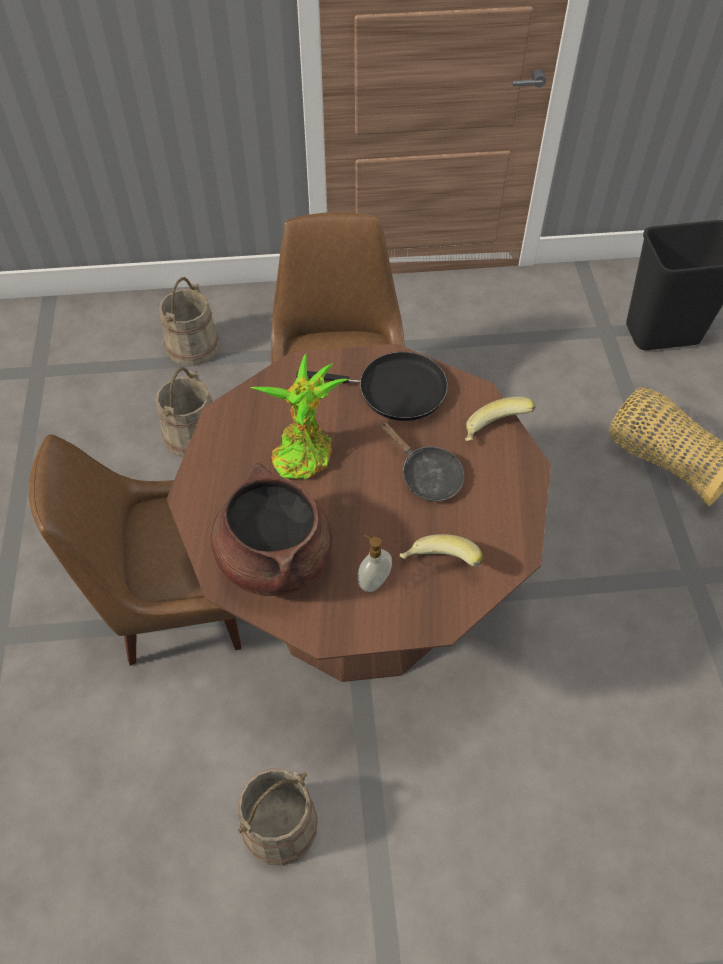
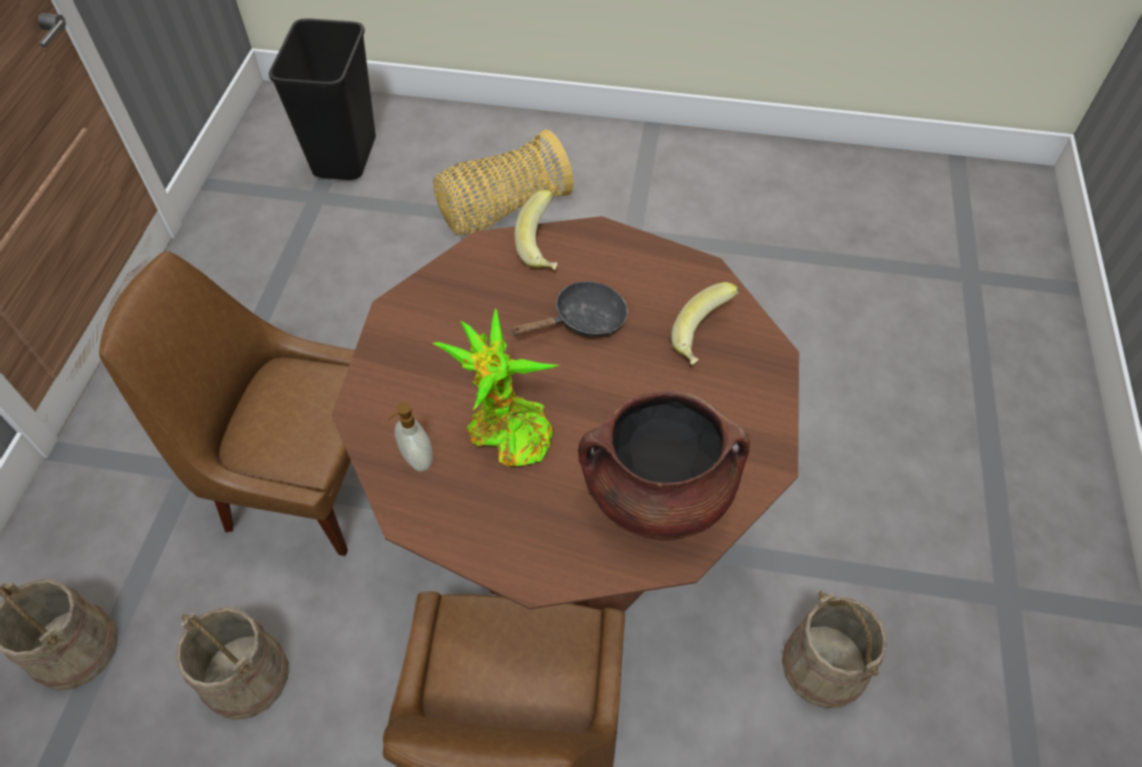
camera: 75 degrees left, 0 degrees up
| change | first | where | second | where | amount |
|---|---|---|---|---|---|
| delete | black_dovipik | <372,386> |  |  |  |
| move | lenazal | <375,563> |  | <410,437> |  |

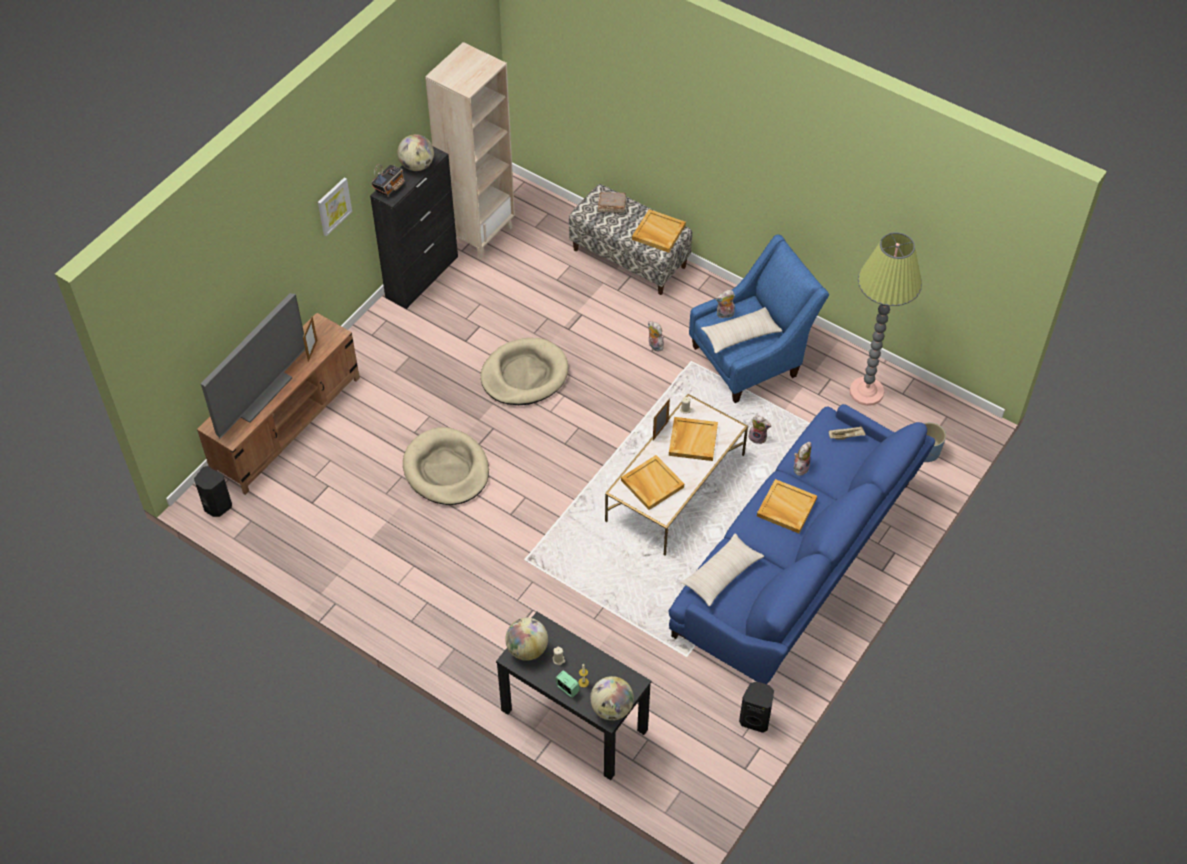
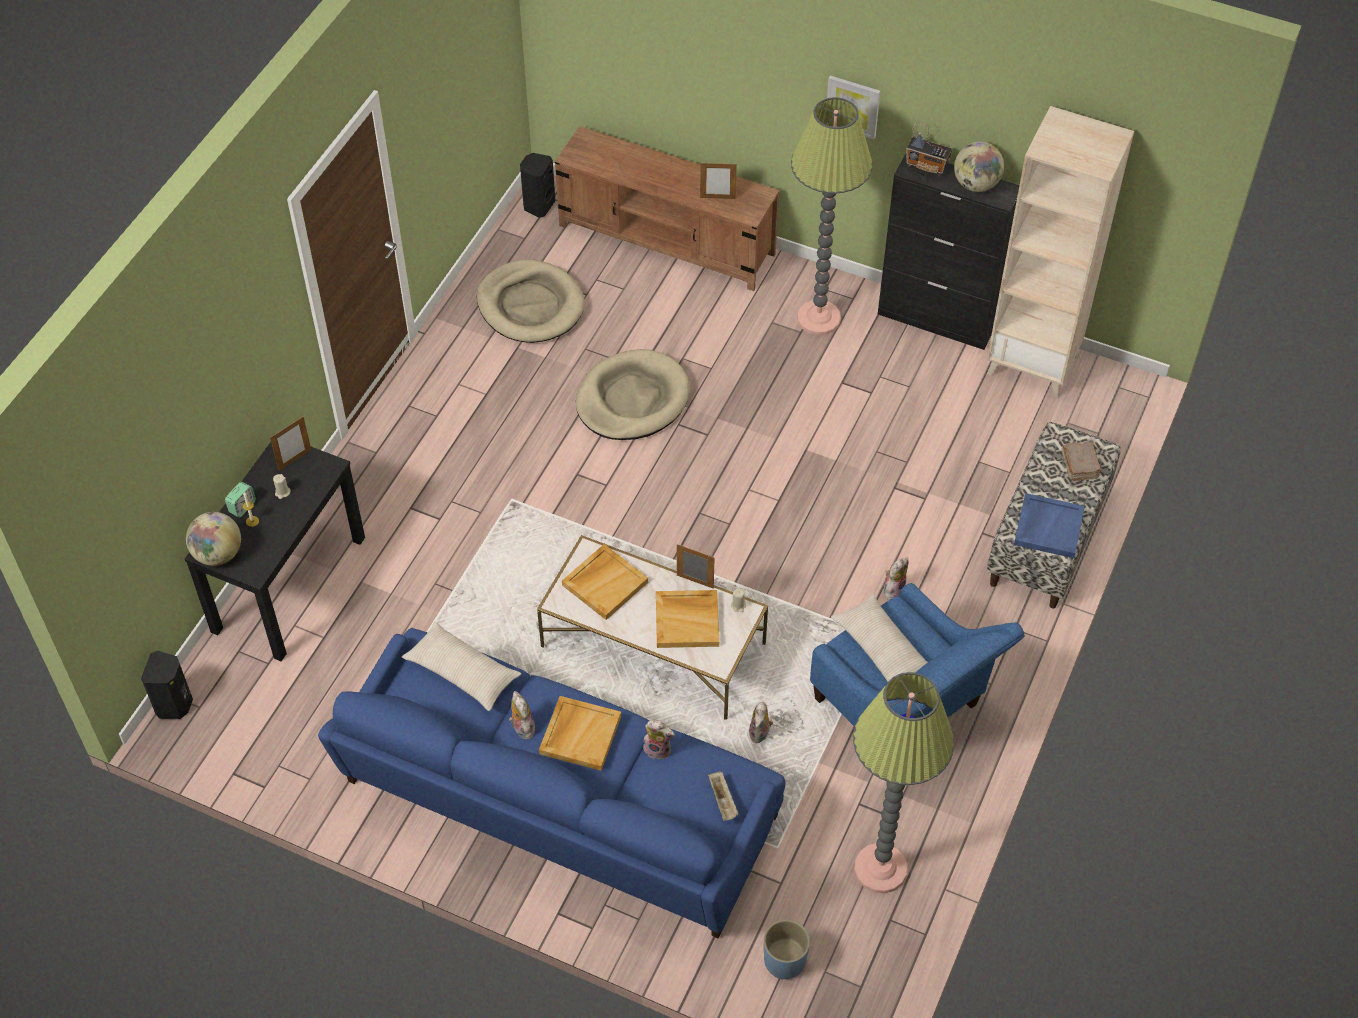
camera: 80 degrees right, 0 degrees up
| change | first | where | second | where | amount |
|---|---|---|---|---|---|
| recolor | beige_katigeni | <659,231> | blue_katigeni | <1049,525> |  |
| move | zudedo | <725,304> |  | <522,715> |  |
| delete | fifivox | <253,366> |  |  |  |
| move | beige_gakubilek | <525,371> |  | <531,301> |  |
| replace | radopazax | <526,639> | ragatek | <290,444> |  |
| move | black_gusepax | <756,707> |  | <167,685> |  |
| insert |  |  | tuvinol | <832,216> |  |

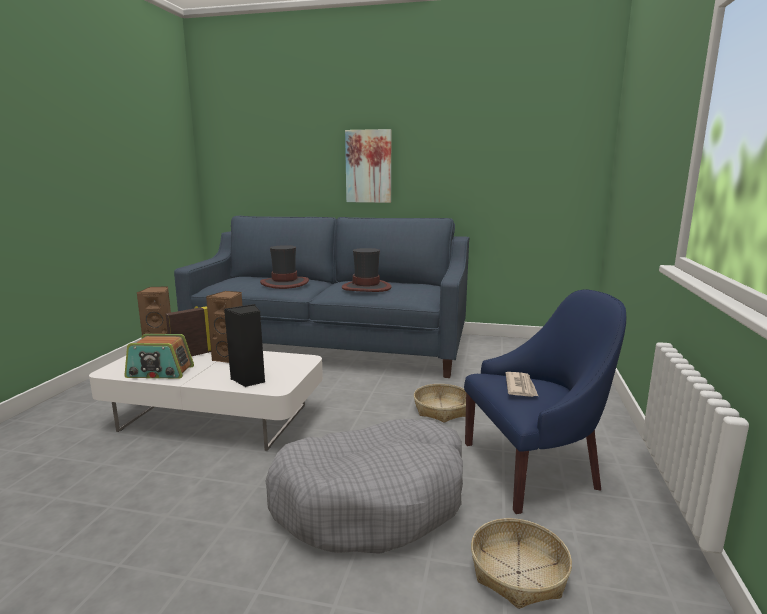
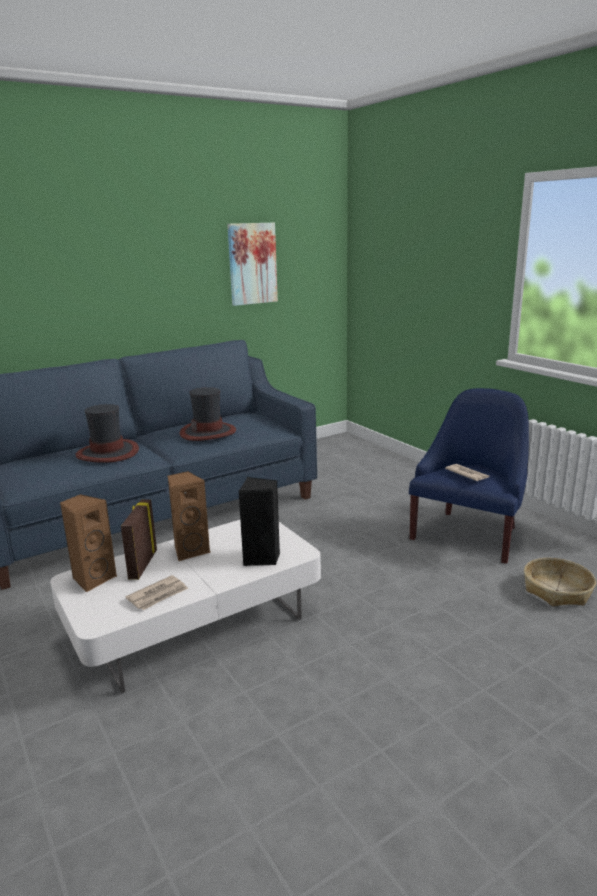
camera: 45 degrees left, 5 degrees up
| change | first | where | second | where | amount |
|---|---|---|---|---|---|
| move | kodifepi | <368,166> |  | <252,264> |  |
| replace | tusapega | <159,356> | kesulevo | <156,592> |  |
| delete | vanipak | <440,403> |  |  |  |
| delete | grey_gakubilek | <364,486> |  |  |  |

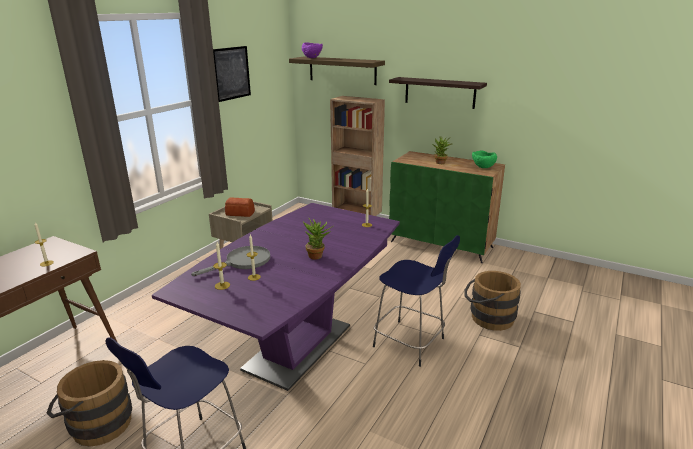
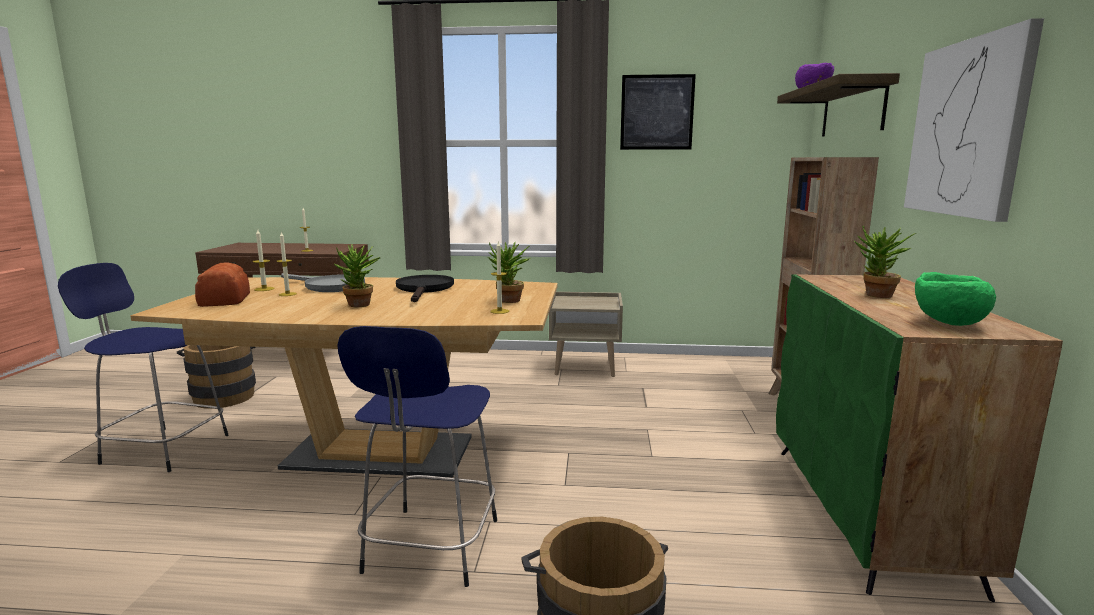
camera: 65 degrees right, 10 degrees down
| change | first | where | second | where | amount |
|---|---|---|---|---|---|
| replace | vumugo | <438,93> | kodifepi | <974,120> |  |
| move | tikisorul | <240,207> |  | <222,284> |  |
| recolor | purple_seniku | <276,297> | brown_seniku | <344,377> |  |
| insert |  |  | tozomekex | <509,272> |  |
| insert |  |  | black_dovipik | <425,288> |  |

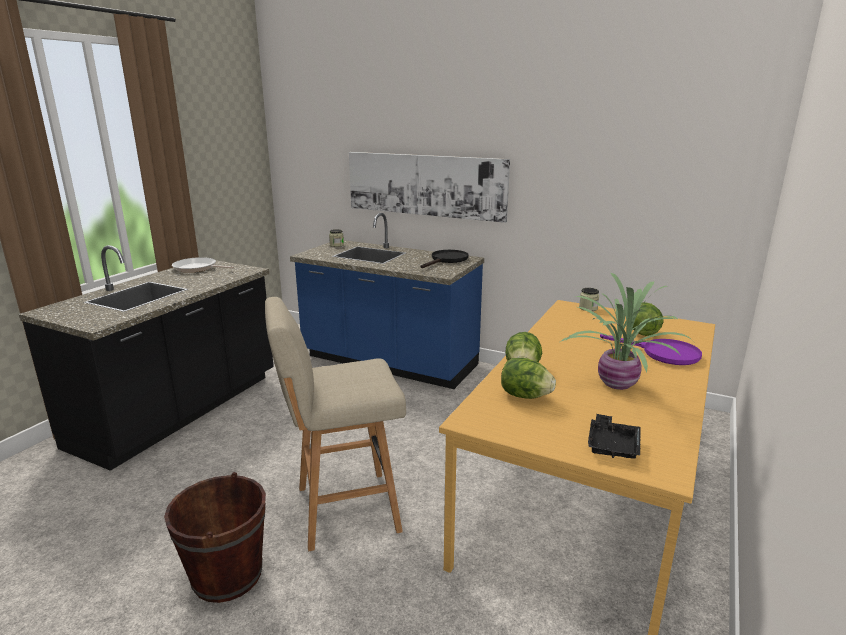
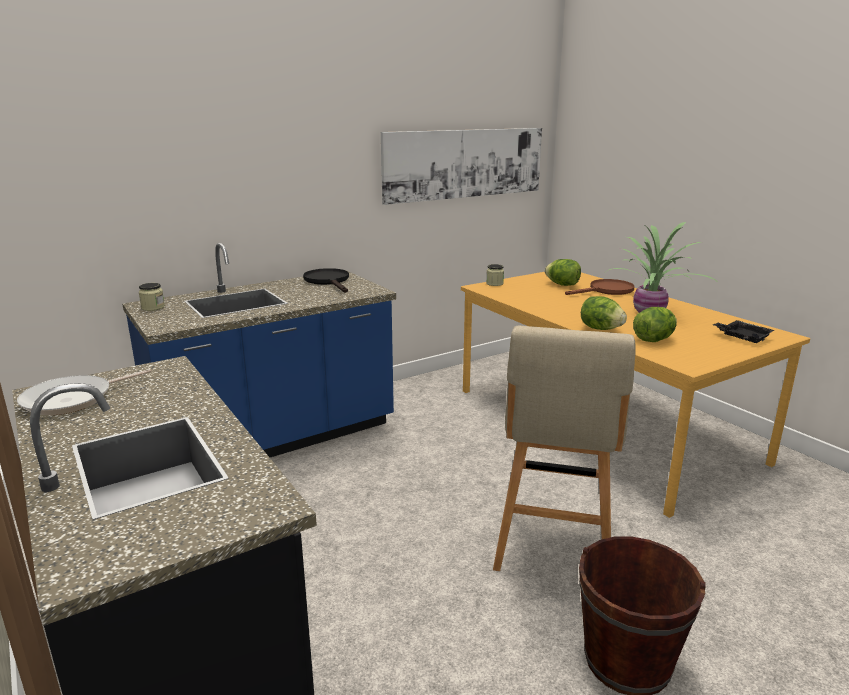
camera: 60 degrees left, 0 degrees up
| change | first | where | second | where | amount |
|---|---|---|---|---|---|
| move | kodifepi | <429,187> |  | <461,166> |  |
| recolor | purple_dovipik | <651,349> | brown_dovipik | <600,287> |  |

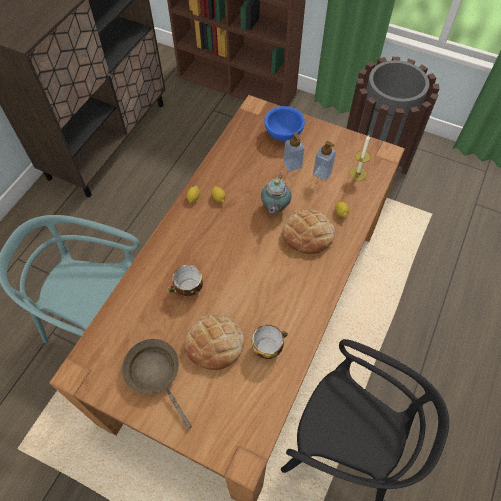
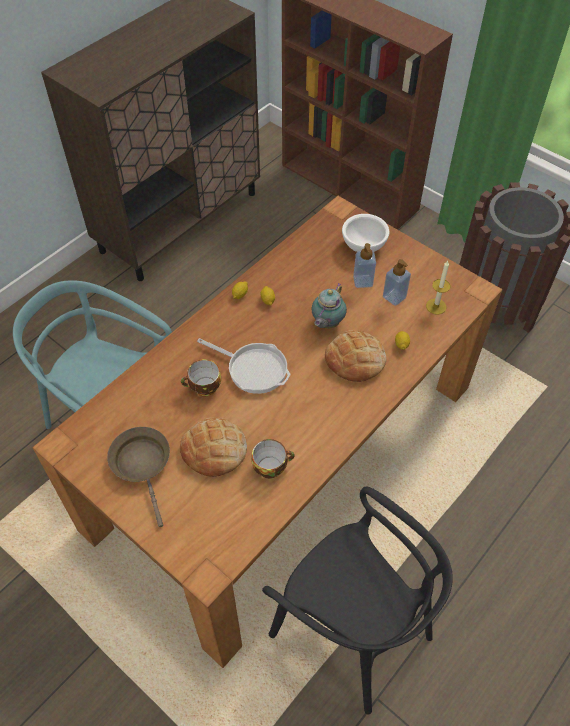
camera: 15 degrees right, 5 degrees down
| change | first | where | second | where | amount |
|---|---|---|---|---|---|
| recolor | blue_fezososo | <284,123> | white_fezososo | <365,233> |  |
| insert |  |  | dovipik | <244,366> |  |

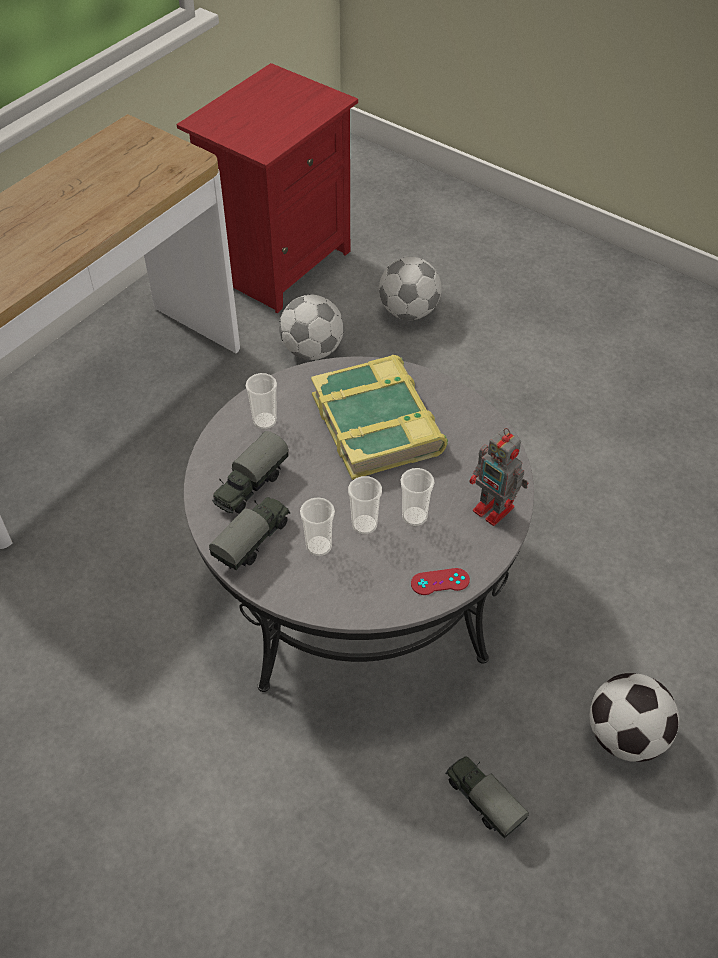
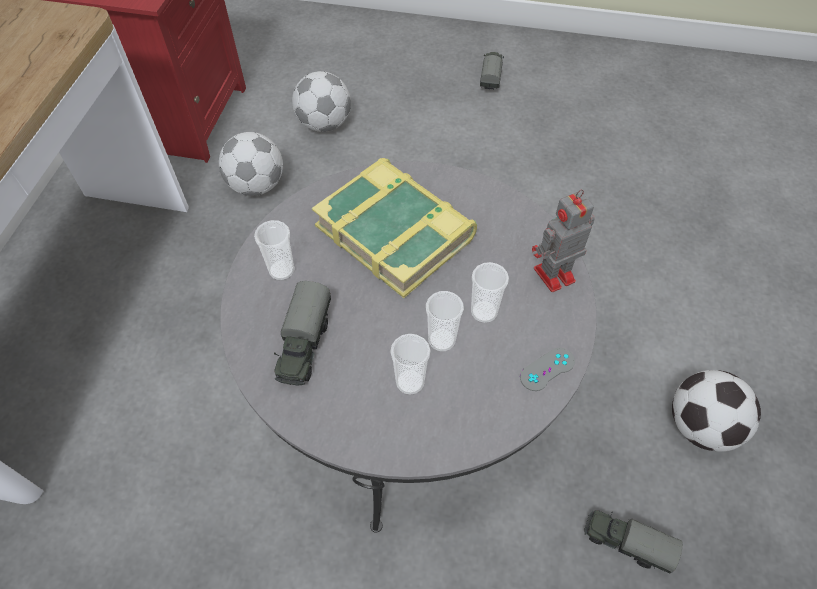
camera: 25 degrees left, 5 degrees up
| change | first | where | second | where | amount |
|---|---|---|---|---|---|
| rotate | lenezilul | <499,477> |  | <563,241> | 135 degrees clockwise |
| move | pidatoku | <249,533> |  | <492,71> |  |
| recolor | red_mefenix | <440,581> | grey_mefenix | <547,369> |  |

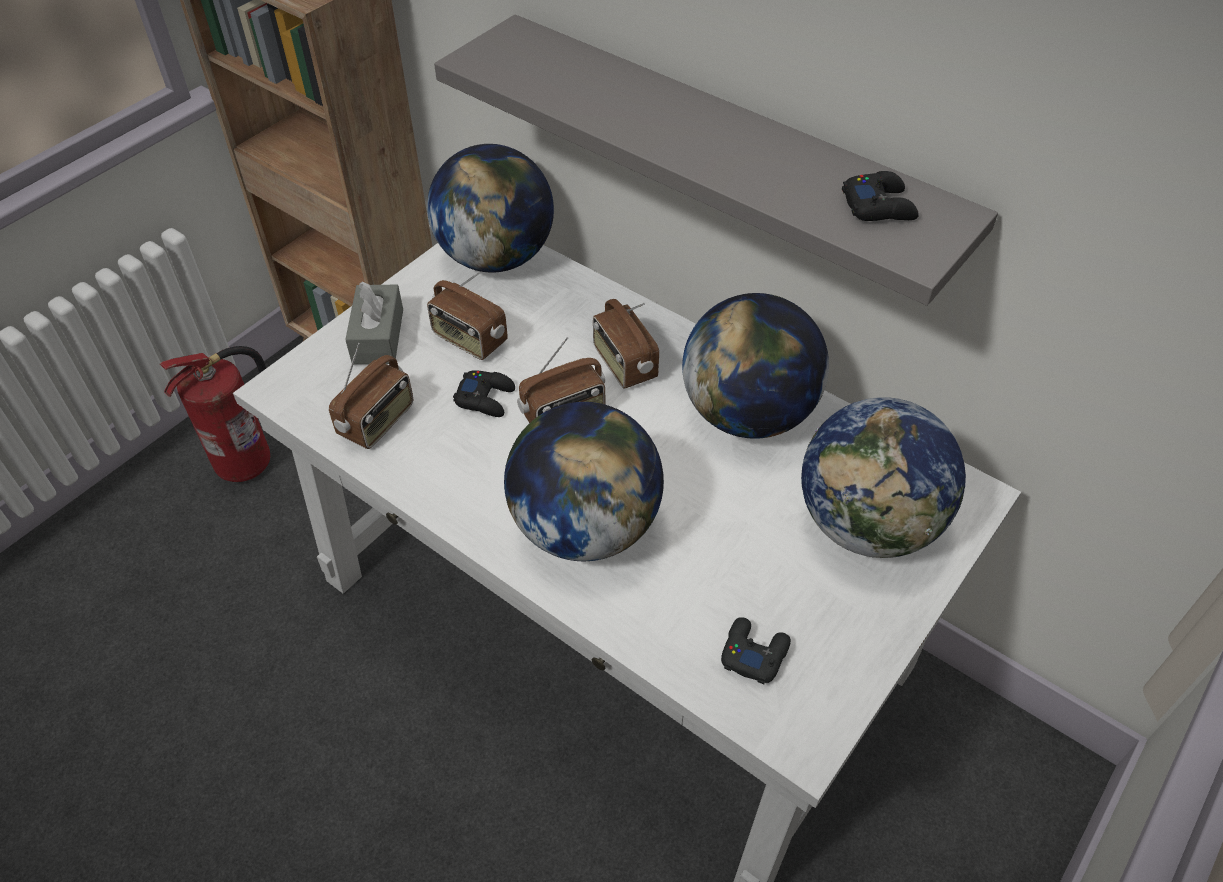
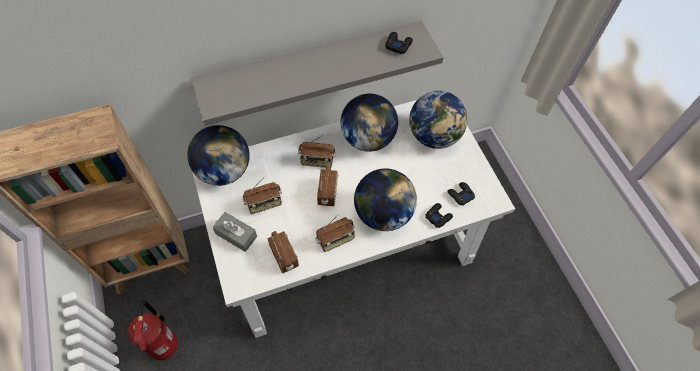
camera: 60 degrees left, 10 degrees up
| change | first | where | second | where | amount |
|---|---|---|---|---|---|
| move | black_mefenix | <484,393> |  | <439,215> |  |
| insert |  |  | tusapega | <335,233> |  |

